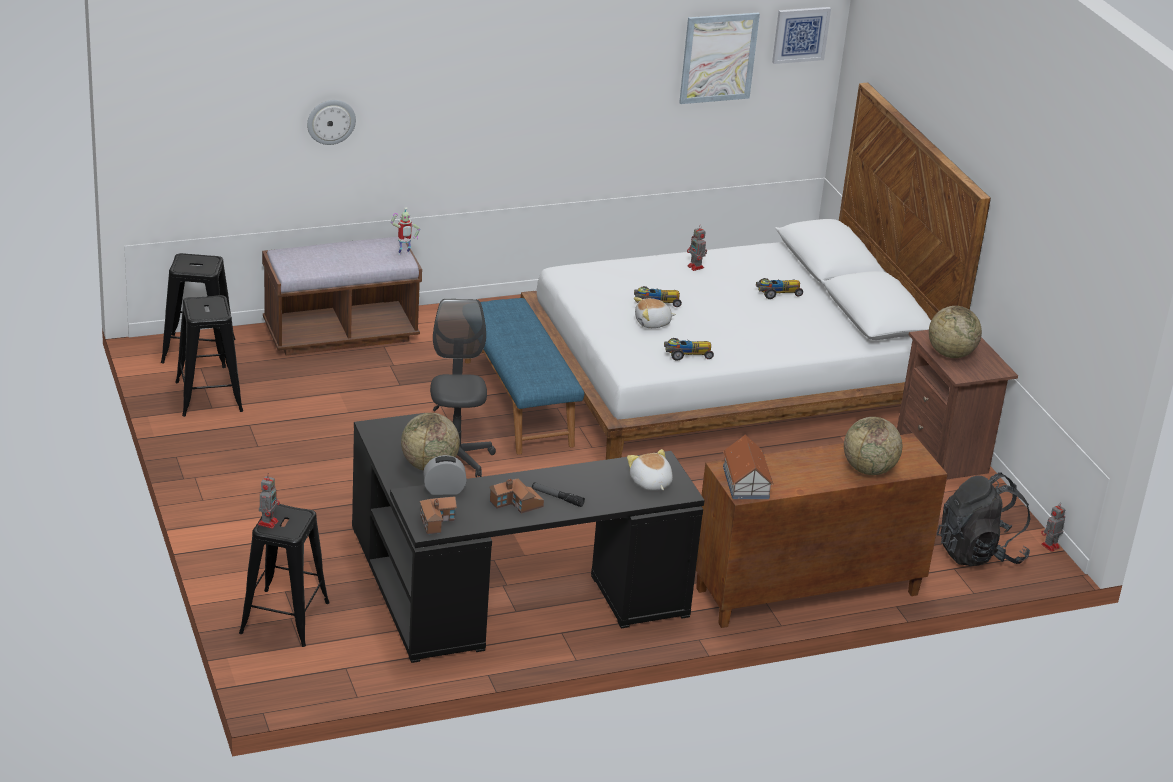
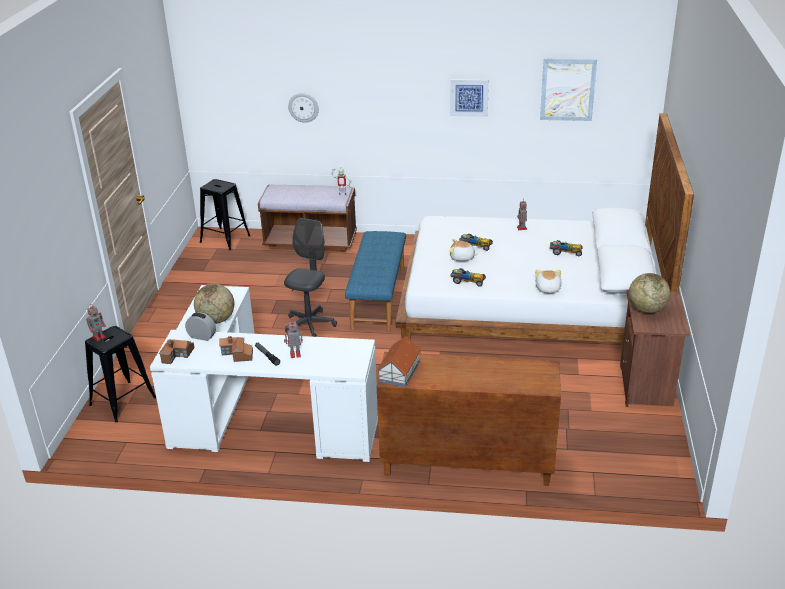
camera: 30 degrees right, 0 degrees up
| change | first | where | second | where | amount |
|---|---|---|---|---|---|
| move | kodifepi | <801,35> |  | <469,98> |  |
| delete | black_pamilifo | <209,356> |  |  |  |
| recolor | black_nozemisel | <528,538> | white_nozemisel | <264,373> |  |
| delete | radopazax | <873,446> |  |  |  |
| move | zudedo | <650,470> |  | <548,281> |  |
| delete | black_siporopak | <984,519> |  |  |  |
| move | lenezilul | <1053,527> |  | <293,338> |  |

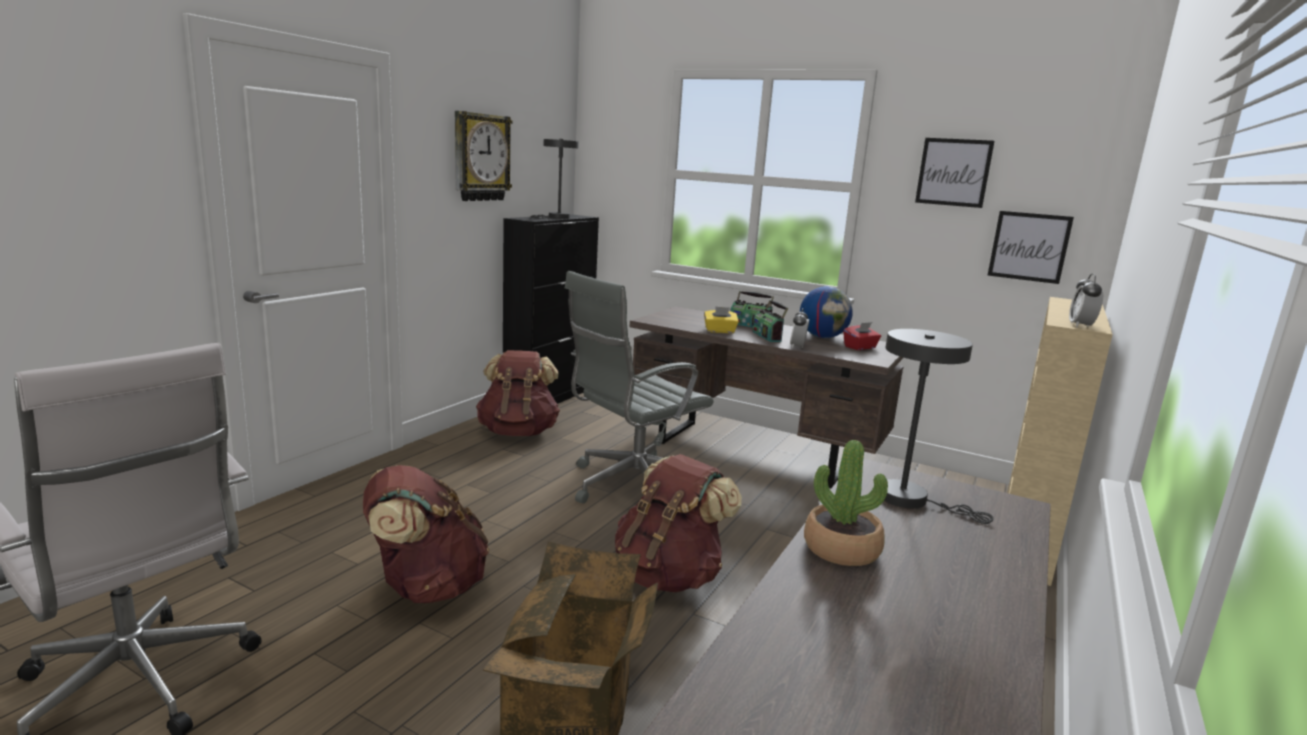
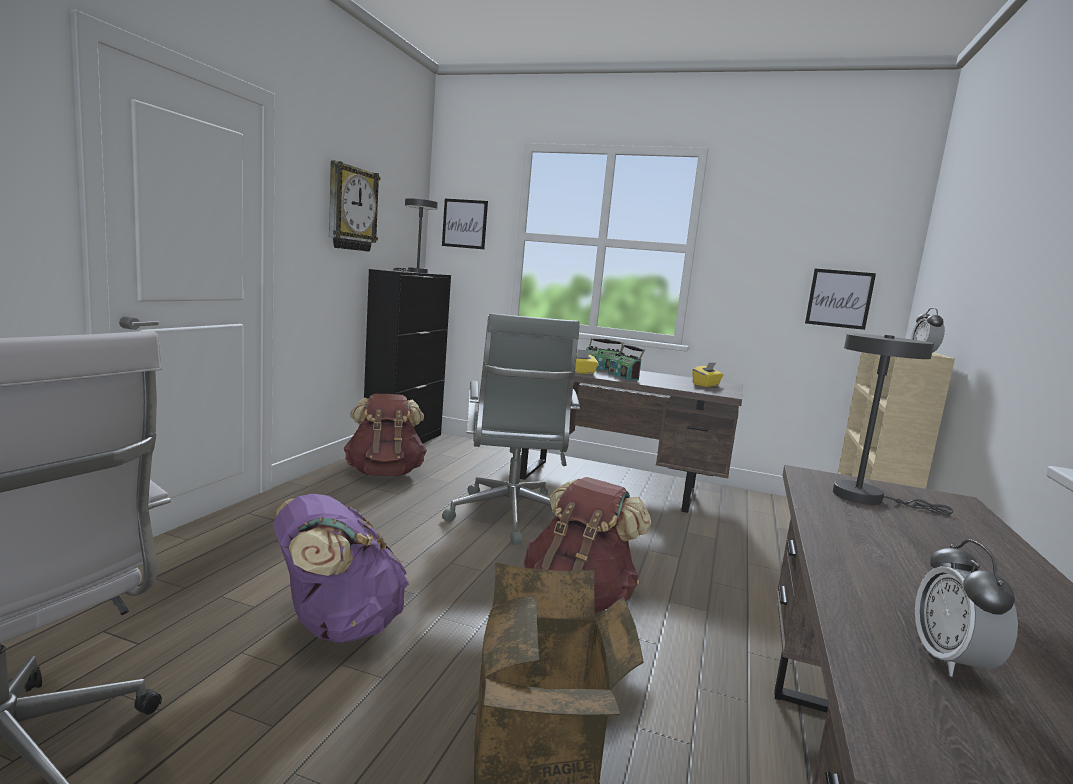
camera: 10 degrees left, 5 degrees down
| change | first | where | second | where | amount |
|---|---|---|---|---|---|
| move | kodifepi | <954,173> |  | <465,224> |  |
| rotate | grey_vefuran | <639,387> |  | <511,429> | 45 degrees counterclockwise |
| delete | radopazax | <826,312> |  |  |  |
| move | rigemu | <800,328> |  | <966,608> |  |
| recolor | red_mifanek | <862,336> | yellow_mifanek | <708,375> |  |
| delete | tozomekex | <846,503> |  |  |  |
| recolor | brown_siporopak | <426,534> | purple_siporopak | <341,568> |  |

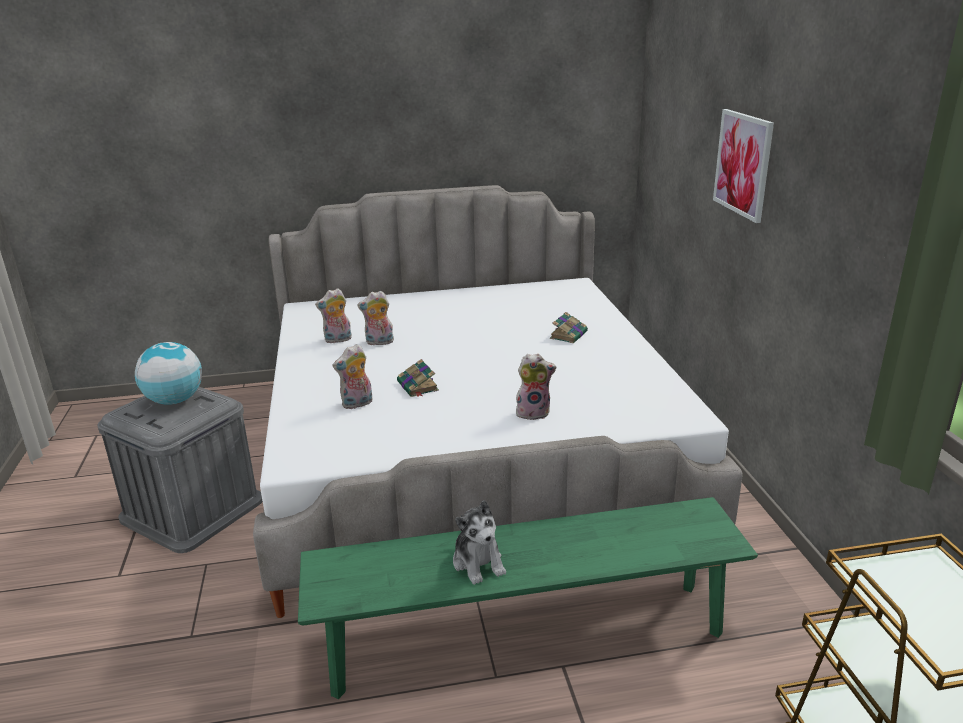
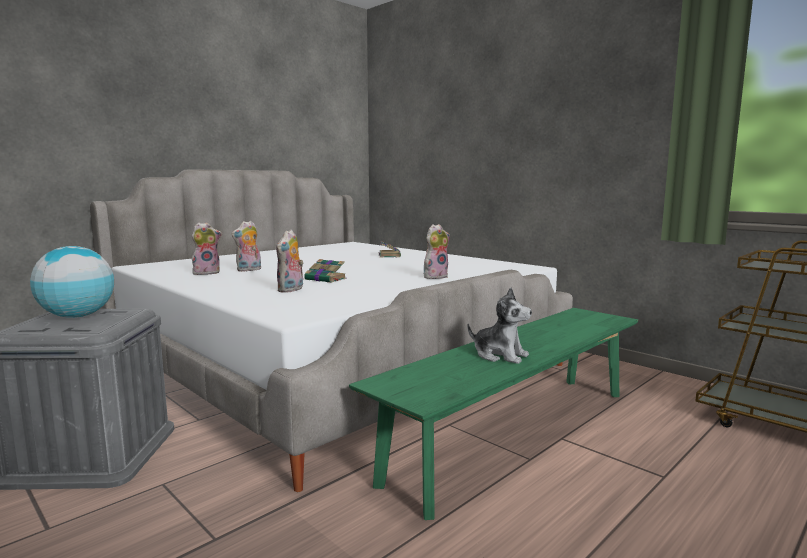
camera: 35 degrees left, 15 degrees down
| change | first | where | second | where | amount |
|---|---|---|---|---|---|
| delete | kodifepi | <743,166> |  |  |  |
| rotate | zudedo | <333,315> |  | <207,248> | 150 degrees counterclockwise |

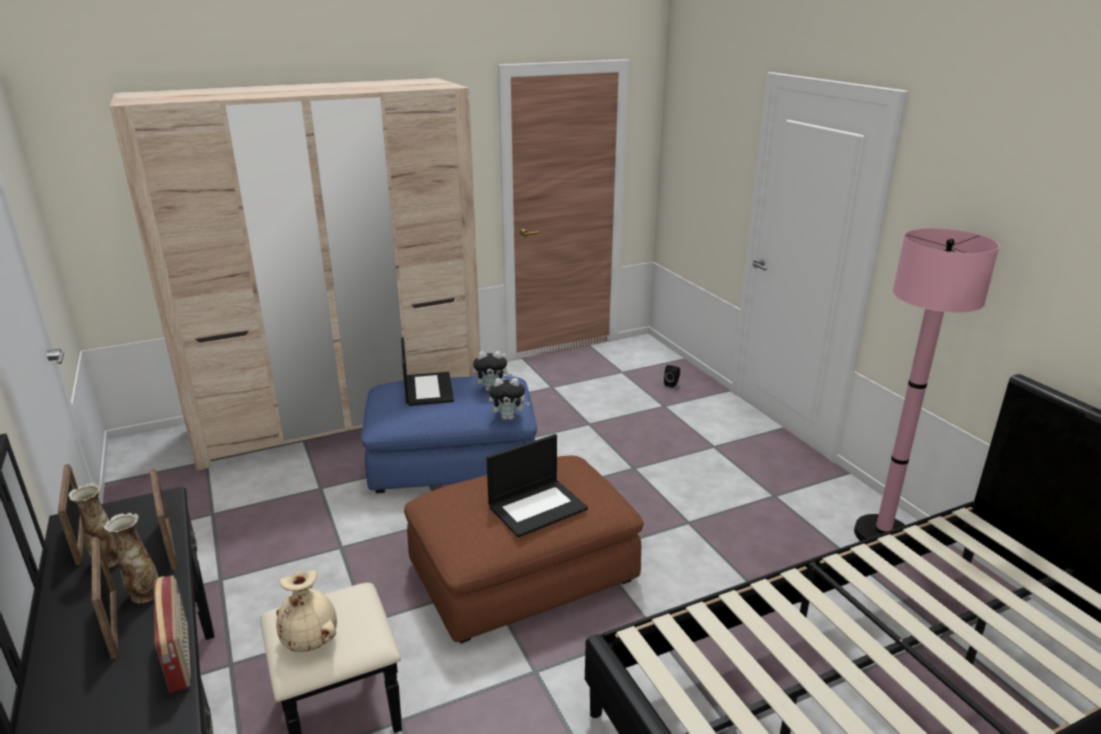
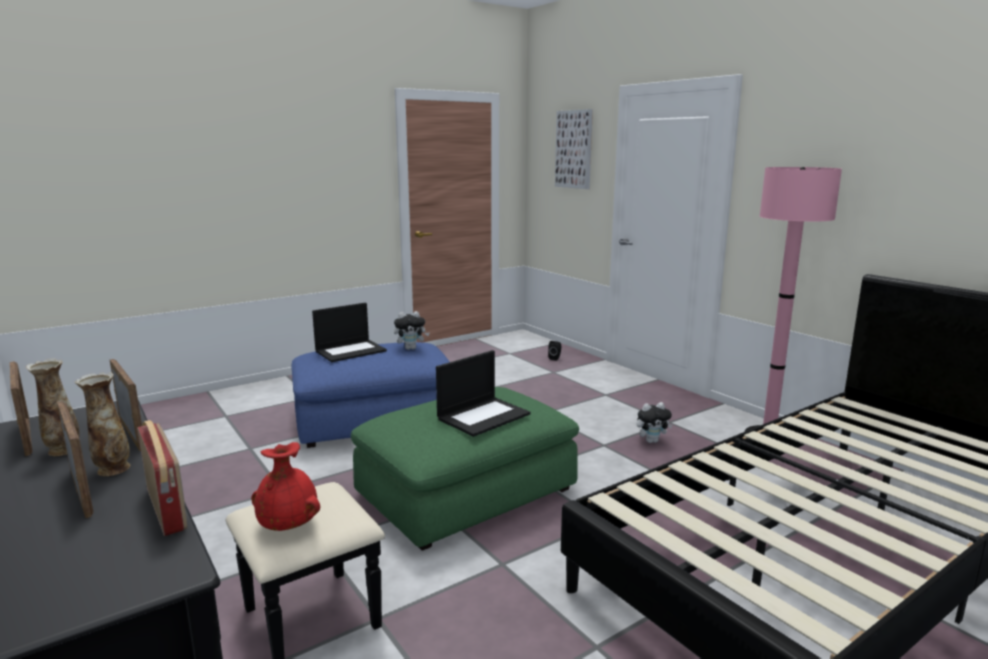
camera: 10 degrees left, 10 degrees down
| change | first | where | second | where | amount |
|---|---|---|---|---|---|
| delete | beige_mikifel | <295,274> |  |  |  |
| rotate | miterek | <427,371> |  | <349,332> | 75 degrees clockwise |
| move | zudedo | <509,399> |  | <655,422> |  |
| recolor | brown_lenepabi | <524,549> | green_lenepabi | <465,469> |  |
| recolor | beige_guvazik | <306,611> | red_guvazik | <285,486> |  |
| insert |  |  | kodifepi | <574,149> |  |

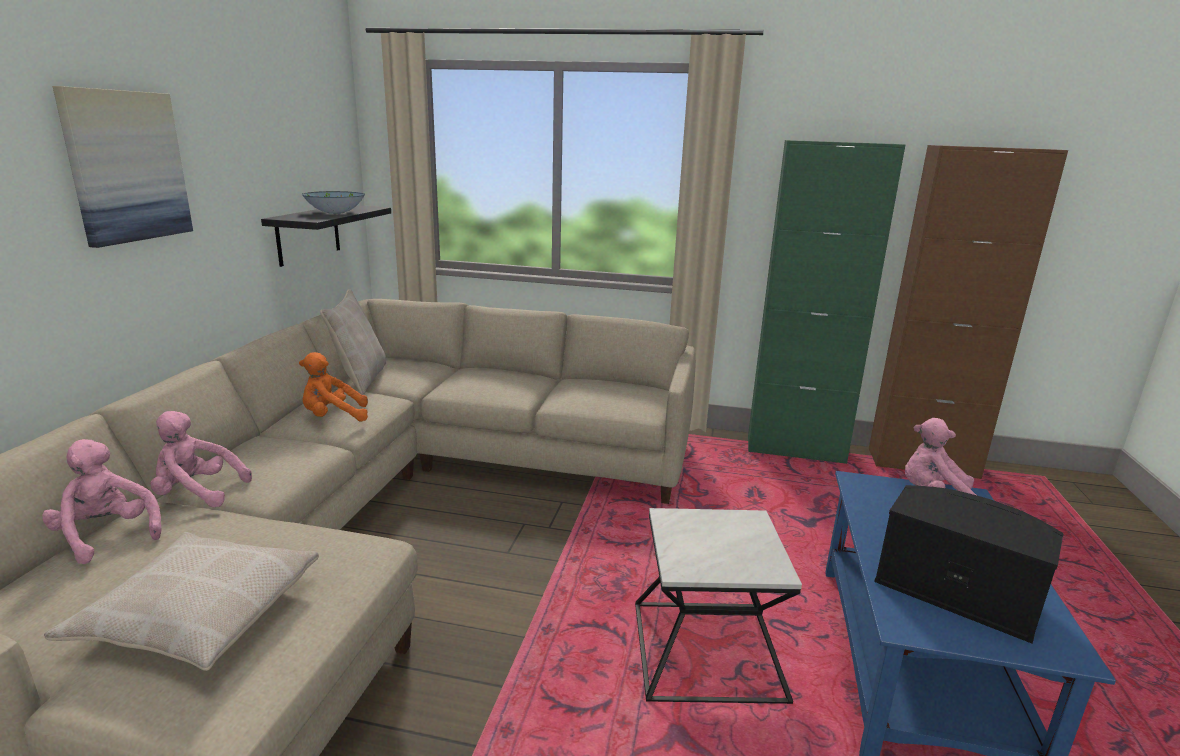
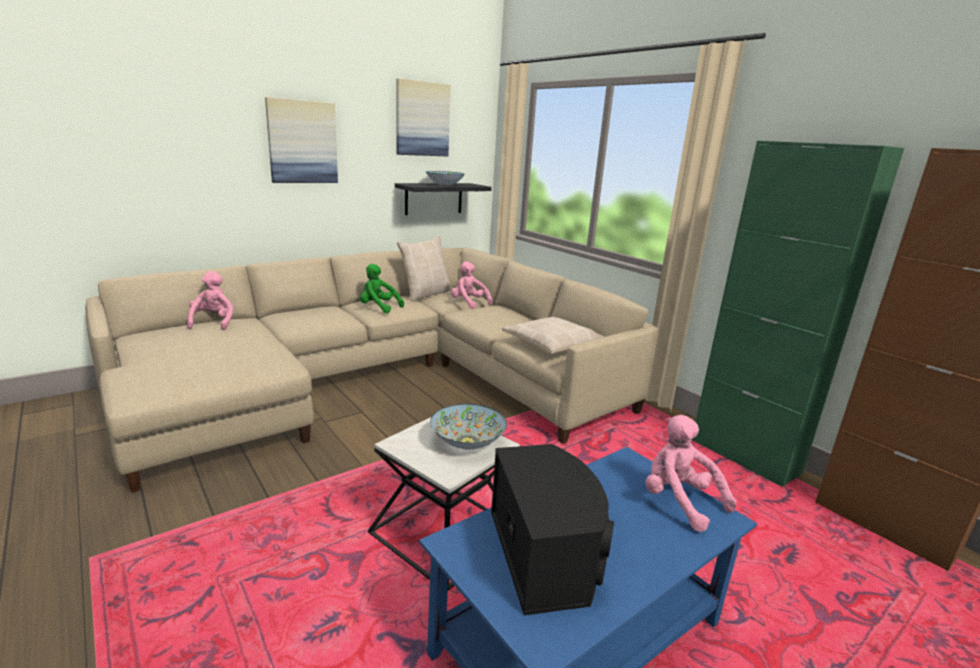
camera: 40 degrees right, 0 degrees up
| change | first | where | second | where | amount |
|---|---|---|---|---|---|
| recolor | orange_zudedo | <333,387> | green_zudedo | <382,288> |  |
| move | pink_zudedo | <201,459> |  | <472,285> |  |
| move | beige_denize | <181,601> |  | <553,335> |  |
| insert |  |  | kodifepi | <423,117> |  |
| insert |  |  | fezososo | <468,427> |  |

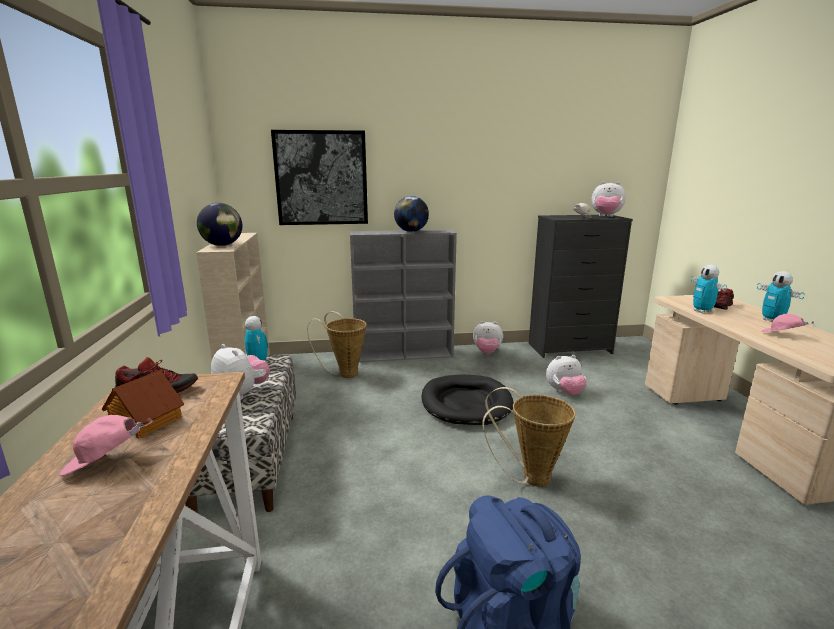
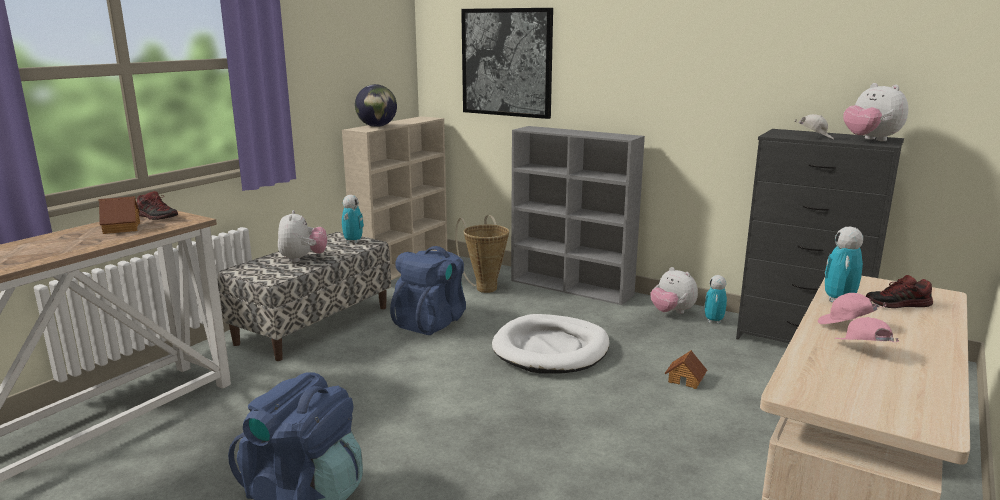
camera: 40 degrees right, 0 degrees up
| change | first | where | second | where | amount |
|---|---|---|---|---|---|
| delete | radopazax | <411,214> |  |  |  |
| move | lenezilul | <781,296> |  | <716,299> |  |
| replace | zudedo | <566,375> | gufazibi | <686,369> |  |
| recolor | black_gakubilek | <467,400> | white_gakubilek | <550,344> |  |
| delete | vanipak | <529,437> |  |  |  |
| move | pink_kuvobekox | <105,446> |  | <852,308> |  |
| insert |  |  | blue_siporopak | <428,290> |  |

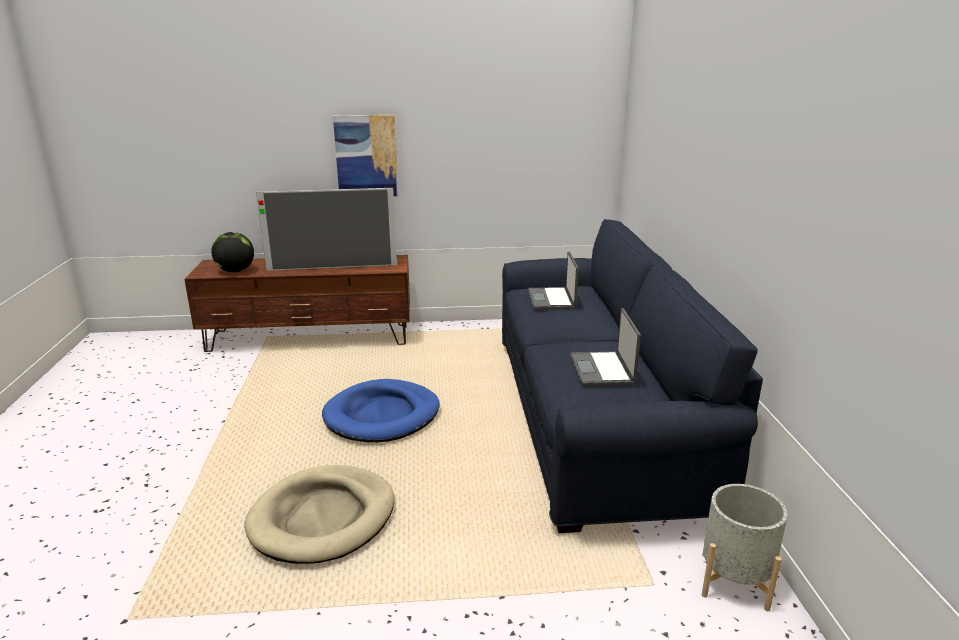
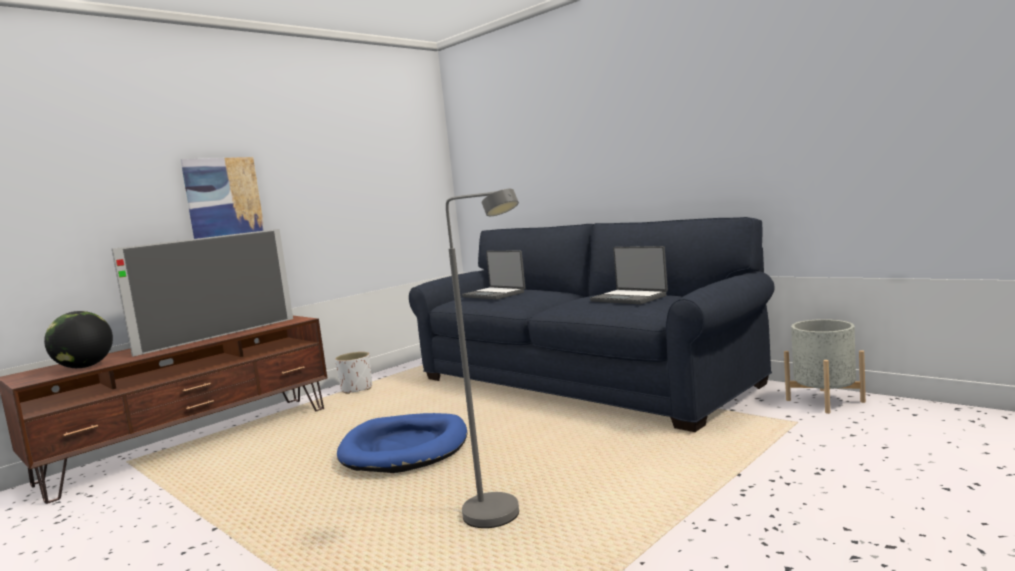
camera: 40 degrees left, 15 degrees down
| change | first | where | second | where | amount |
|---|---|---|---|---|---|
| replace | beige_gakubilek | <319,514> | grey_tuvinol | <482,358> |  |
| insert |  |  | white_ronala | <353,373> |  |

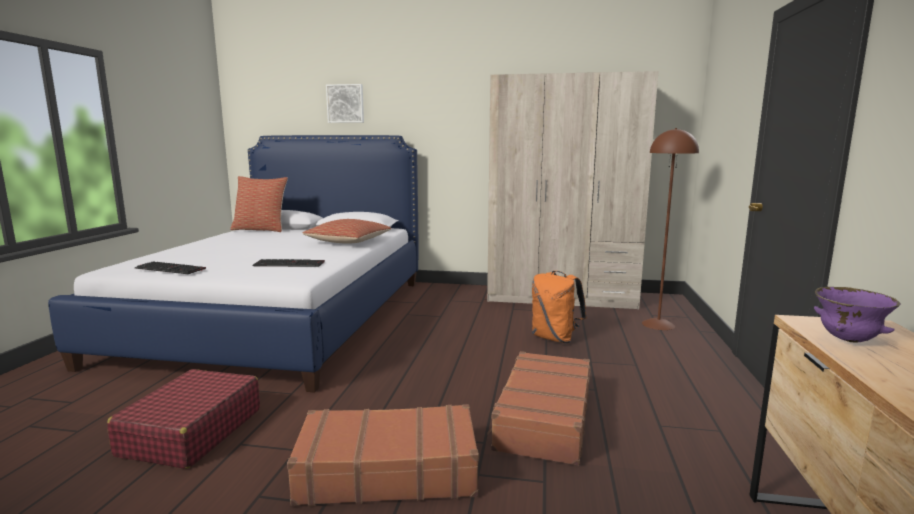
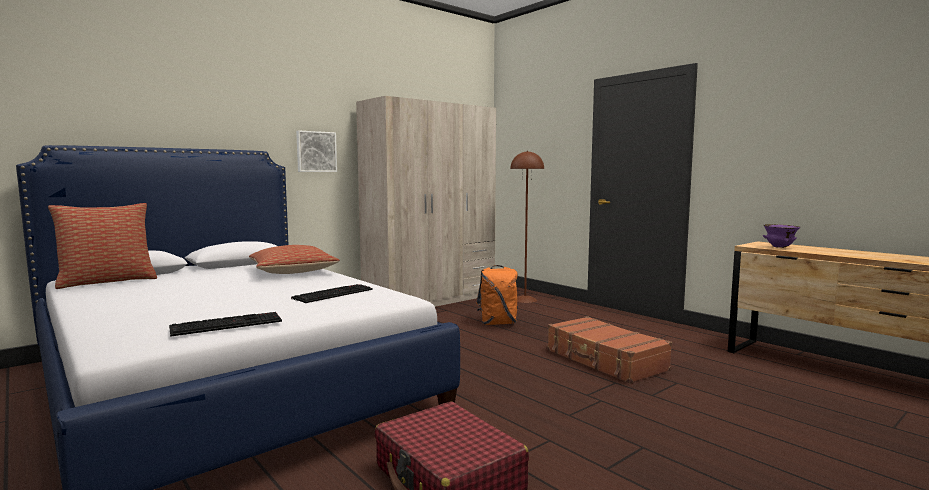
camera: 50 degrees left, 5 degrees down
| change | first | where | second | where | amount |
|---|---|---|---|---|---|
| move | kodifepi | <345,103> |  | <316,151> |  |
| delete | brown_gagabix | <383,455> |  |  |  |

